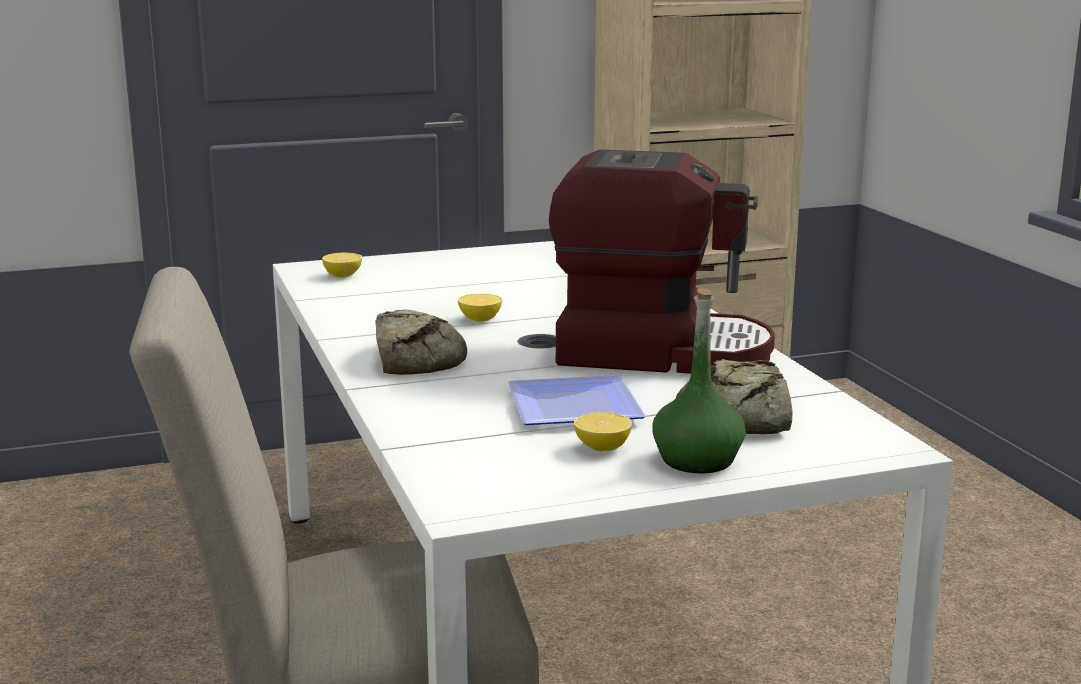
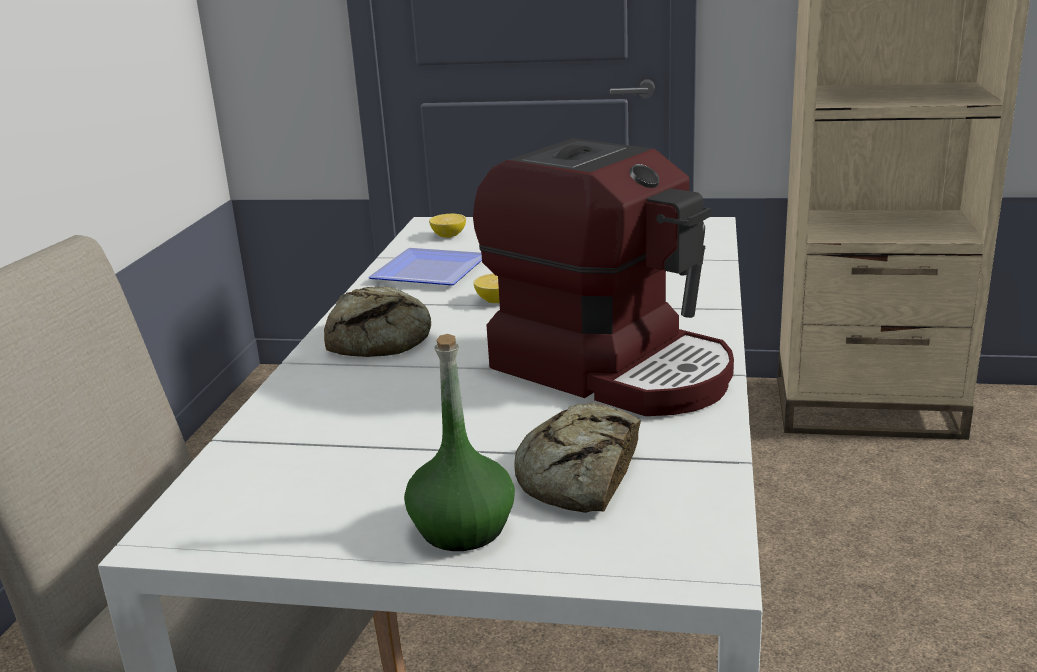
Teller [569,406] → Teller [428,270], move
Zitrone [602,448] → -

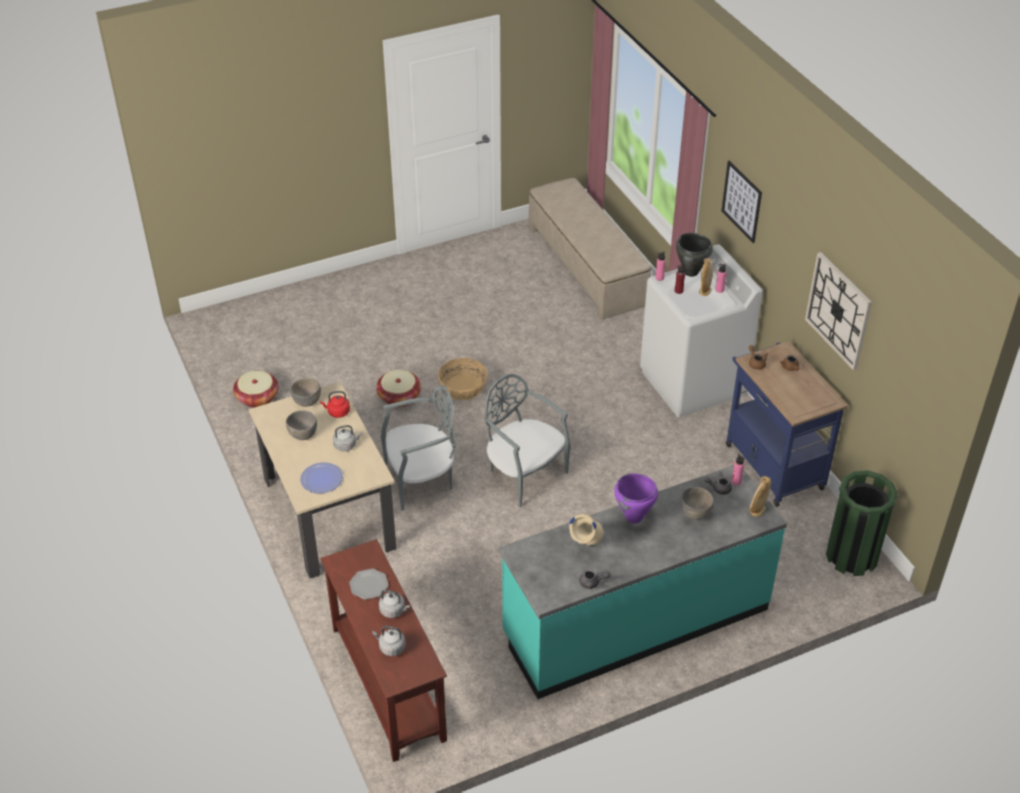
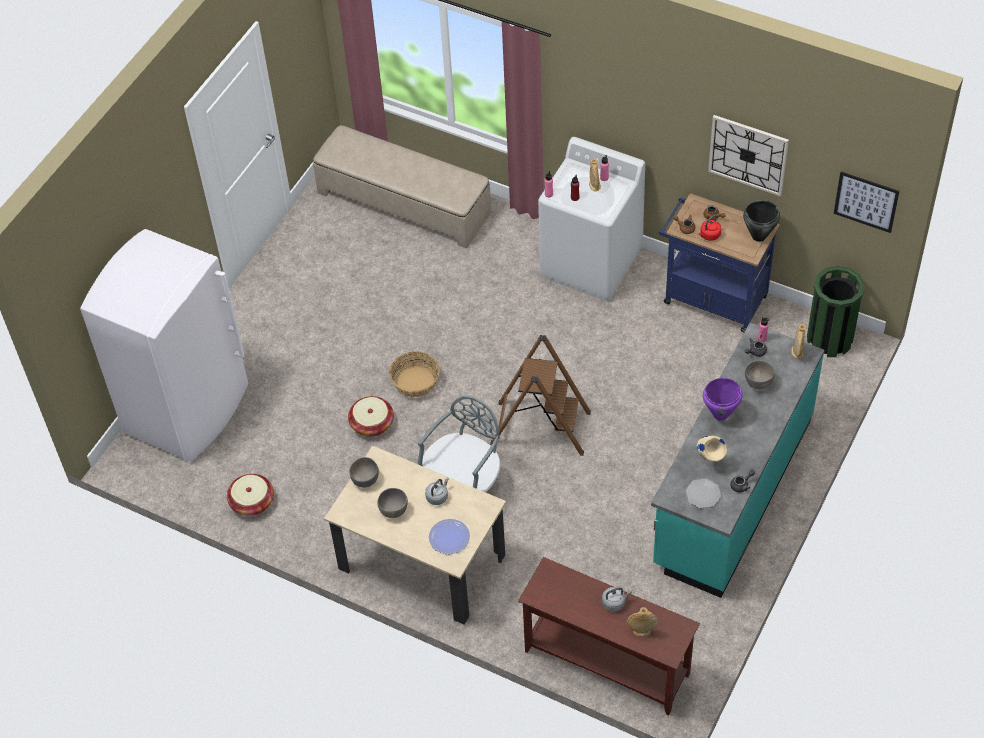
- → Kühlschrank (weiß) [188,409]
Stuhl (grau) [524,474] → Trittleiter (braun) [539,427]
Wasserkessel (grau) [391,647] → Vase (beige) [641,631]
Teller [368,585] → Teller [703,494], move
Wasserkessel (rot) [337,412] → Wasserkessel (rot) [709,235], move
Kochtopf (schwarz) [691,272] → Kochtopf (schwarz) [758,236], move
Bild [741,201] → Bild [866,201], move

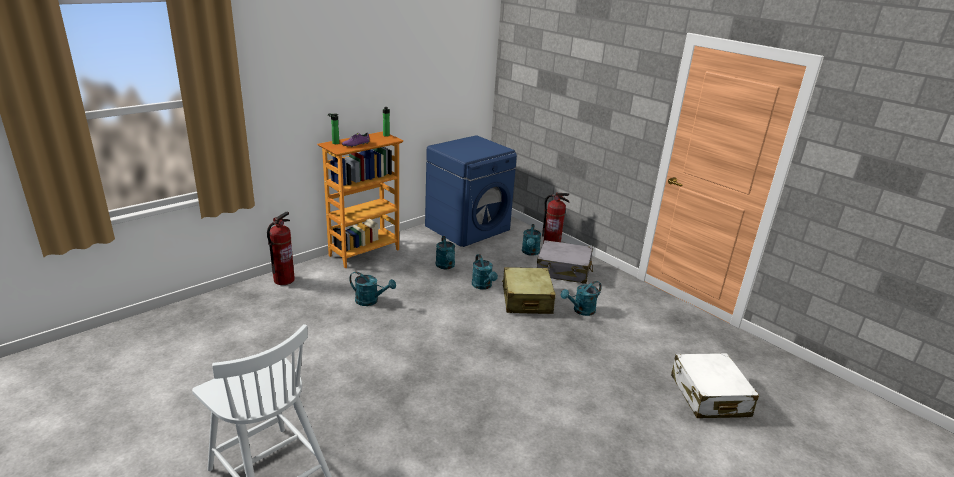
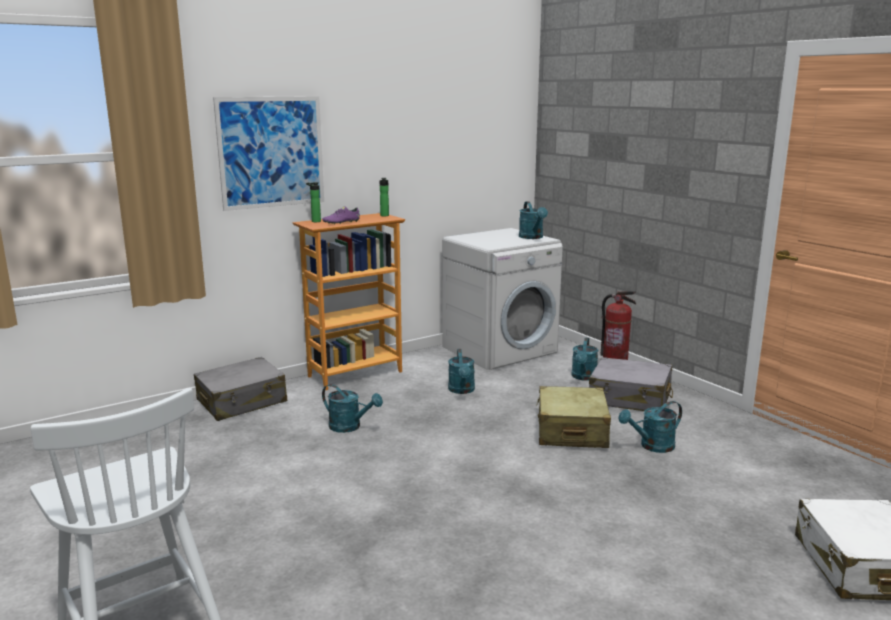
Feuerlöscher [284,280] → Koffer (grau) [242,401]
- → Bild [271,152]
Waschmaschine (blau) [469,228] → Waschmaschine (weiß) [502,350]
Gießkanne (türkis) [483,286] → Gießkanne (türkis) [532,237], move

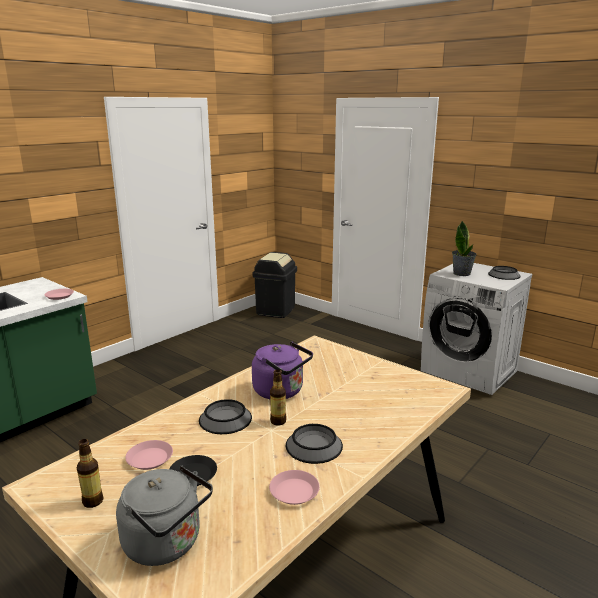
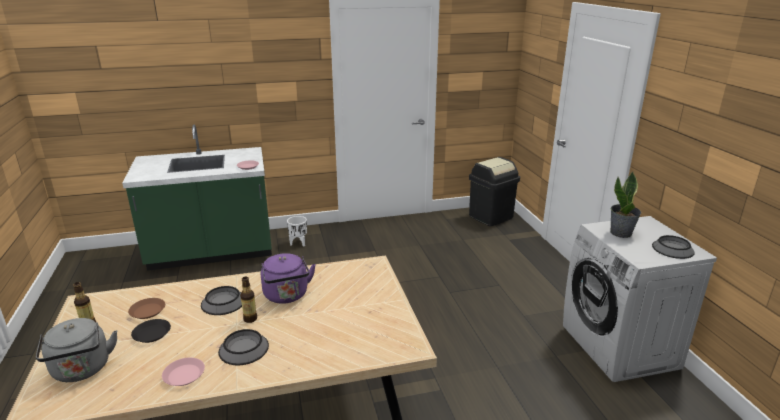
Teller (rosa) [149,459] → Teller (braun) [147,311]
- → Pflanzkübel (weiß) [298,243]

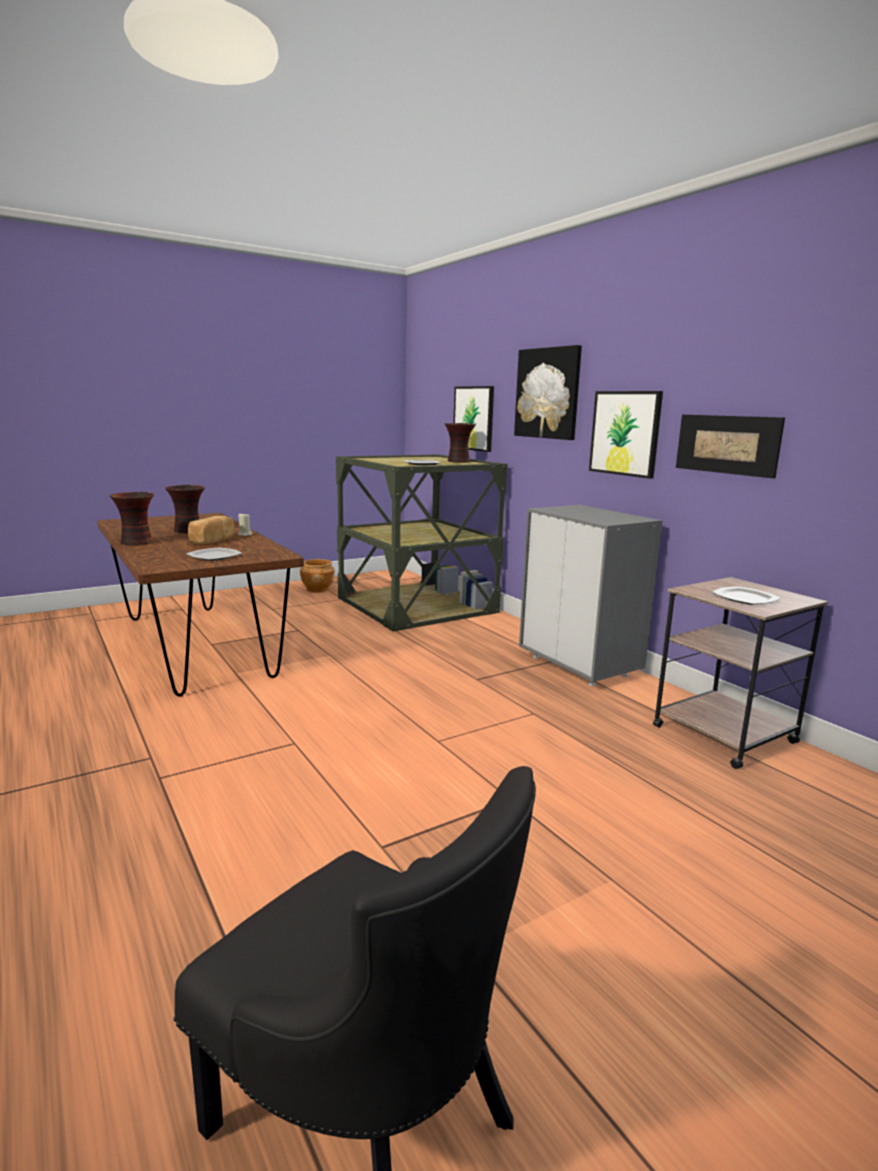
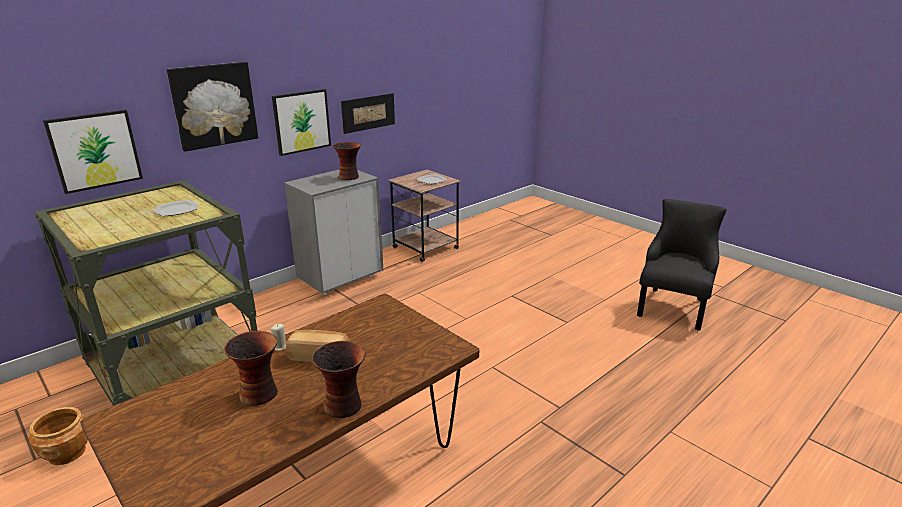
Vase [459,461] → Vase [349,177], move
Teller [214,556] → -

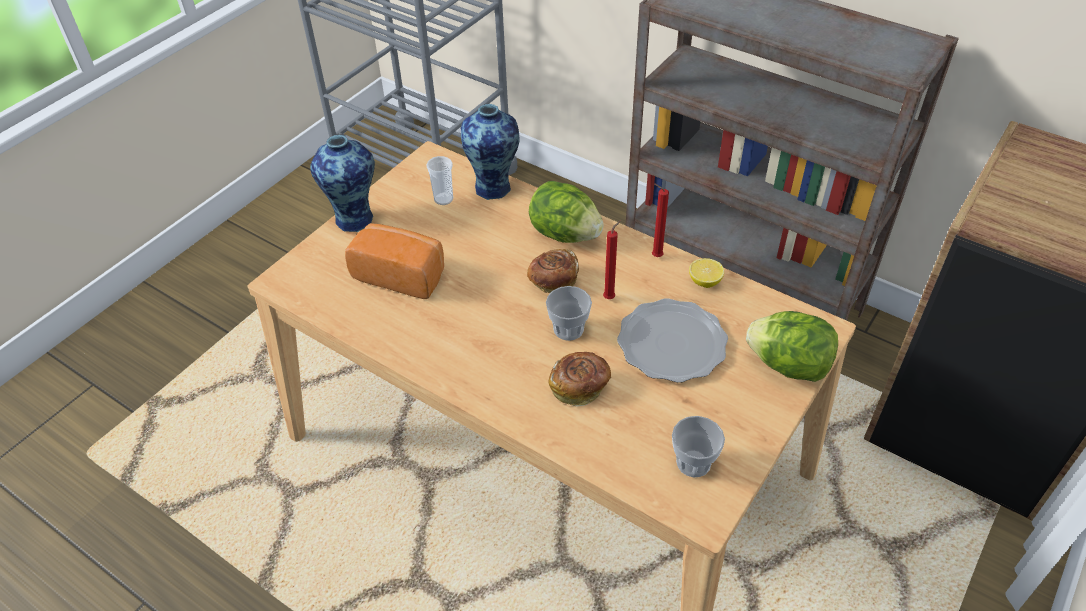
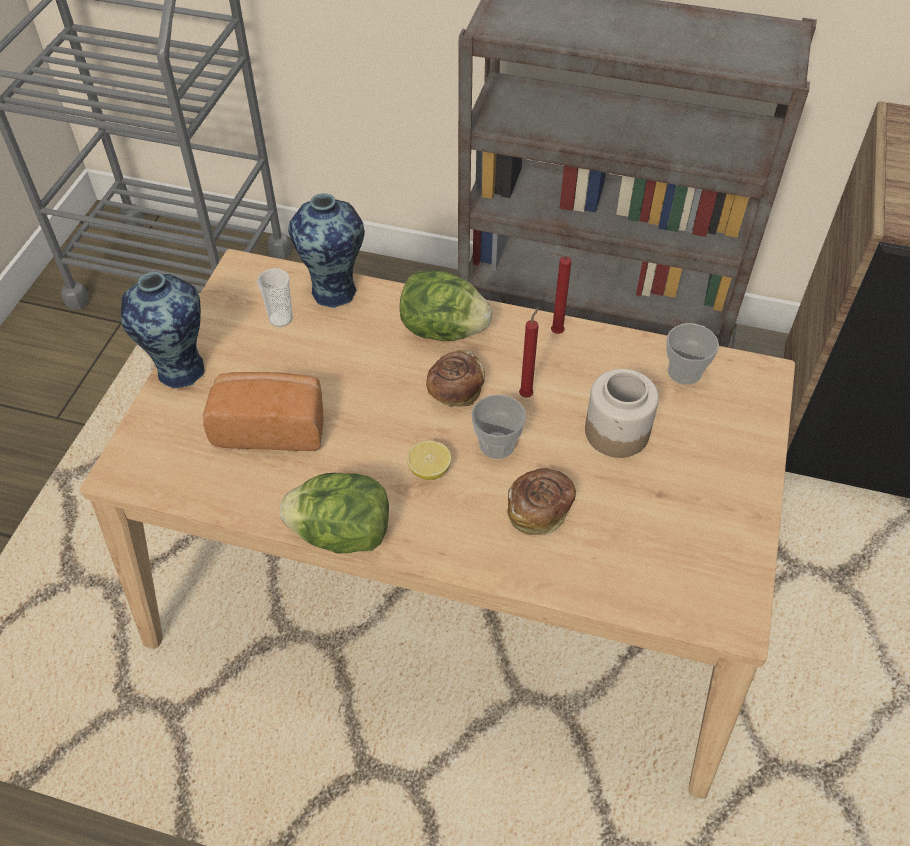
Salatkopf [788,365] → Salatkopf [342,533], move
Zitrone [704,281] → Zitrone [429,470], move
Teller [672,344] → Vorratsglas [617,432]
Tasse [693,462] → Tasse [684,372], move

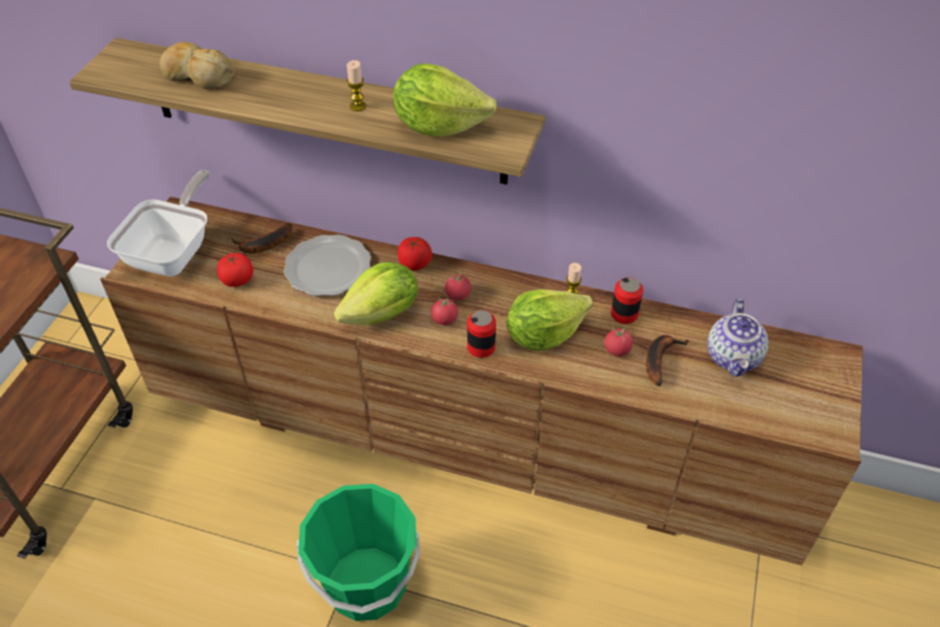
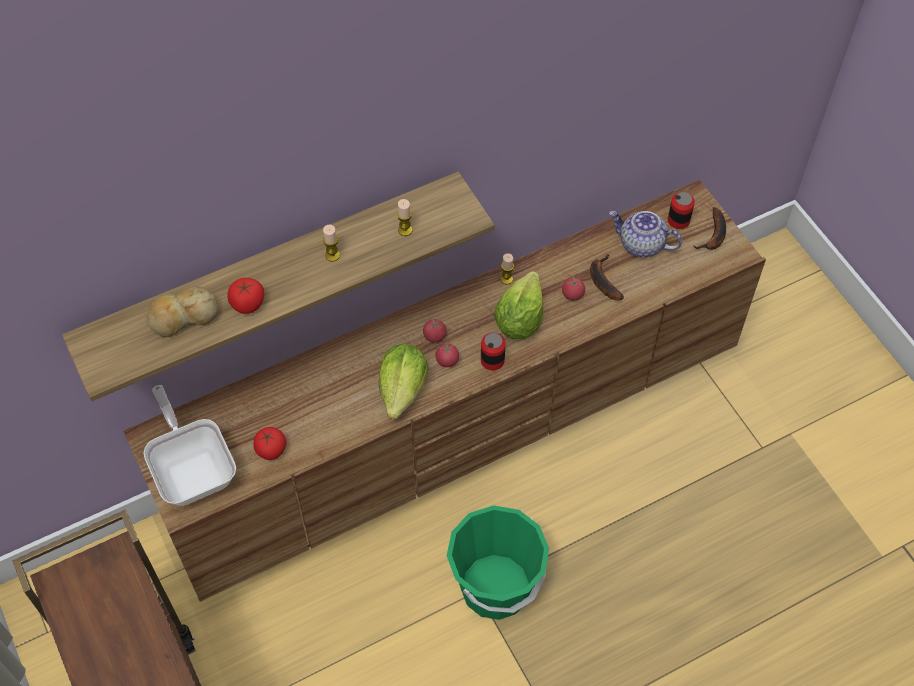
Tomate [415,264] → Tomate [248,304], move
Salatkopf [439,125] → Kerze [405,230]
Teekanne [733,357] → Teekanne [641,245], 150 degrees clockwise
Dose [624,314] → Dose [678,220], move
Banane [263,245] → Banane [714,236], move
Teller [327,268] → -

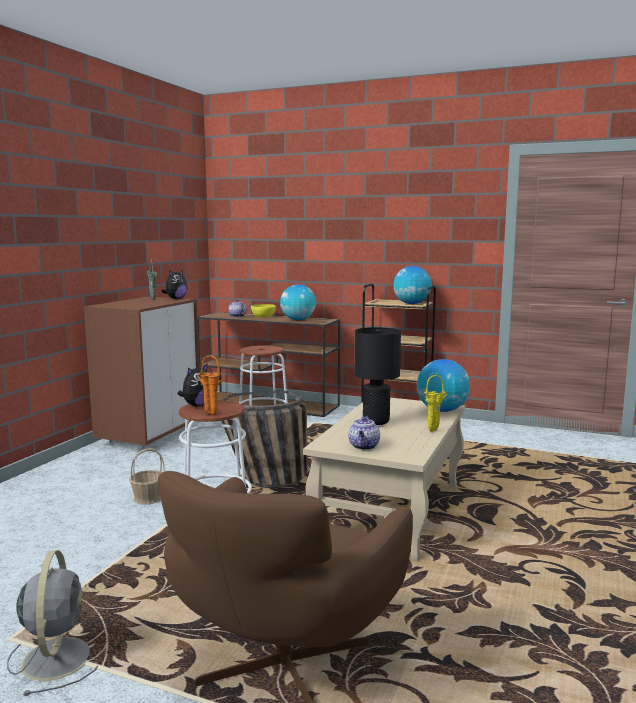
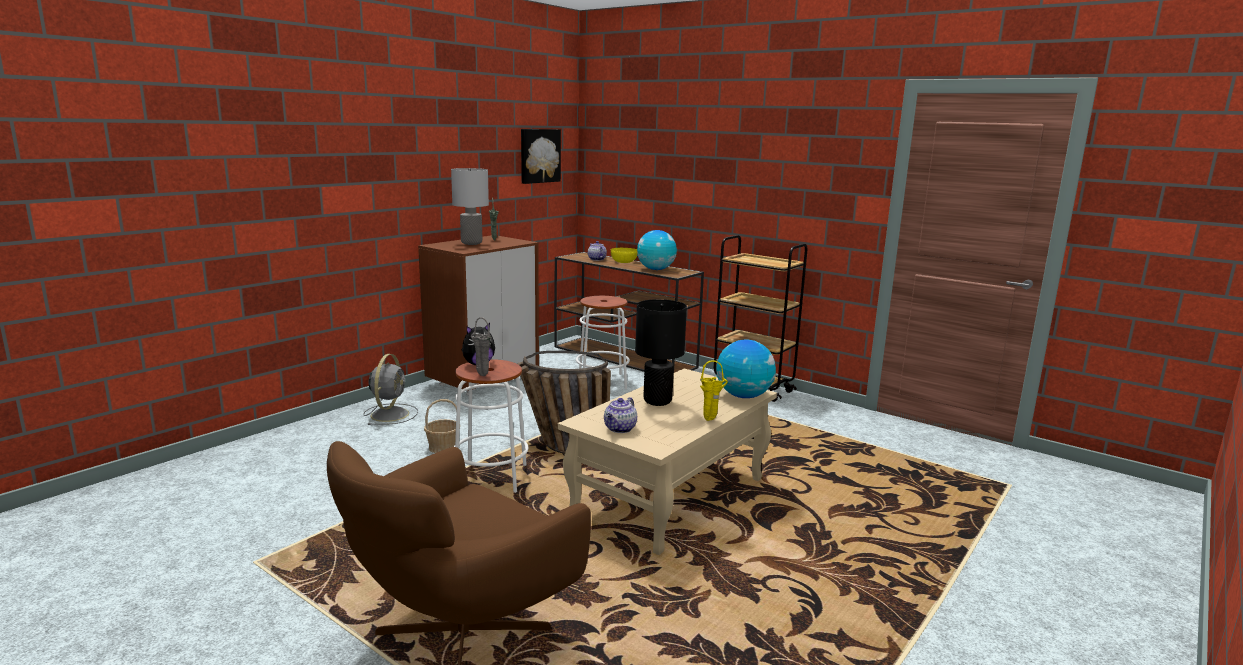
Ventilator (grau) [58,656] → Ventilator (grau) [390,414], move
- → Tischlampe (grau) [471,244]
Vase (orange) [209,414] → Vase (grau) [481,375]
- → Bild [539,155]
Plüschtier [176,299] → -
Globus [411,304] → -

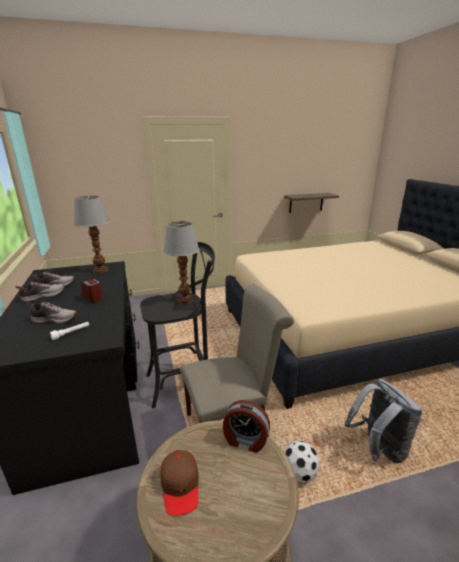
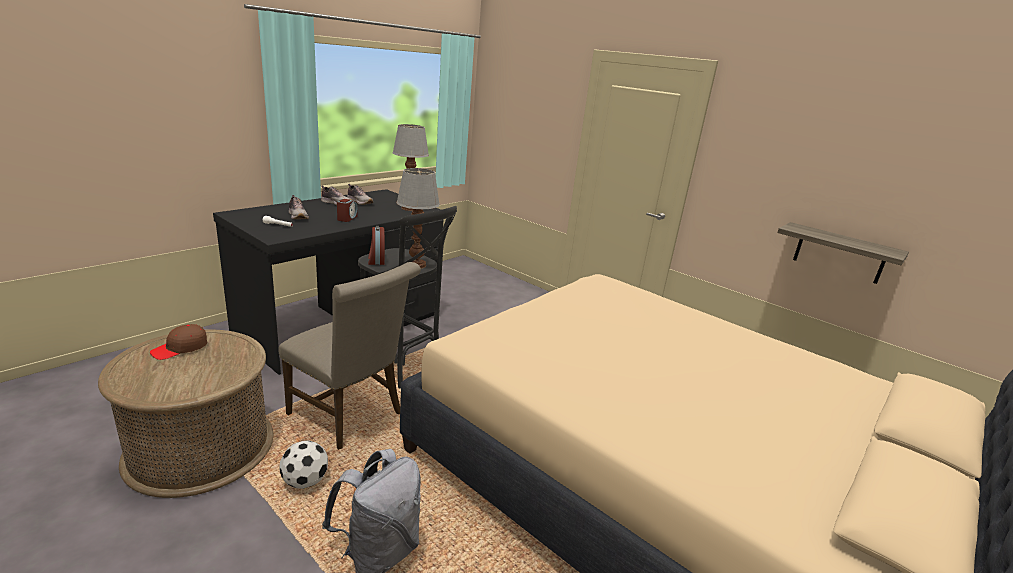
Wecker [245,440] → Wecker [376,260], move

